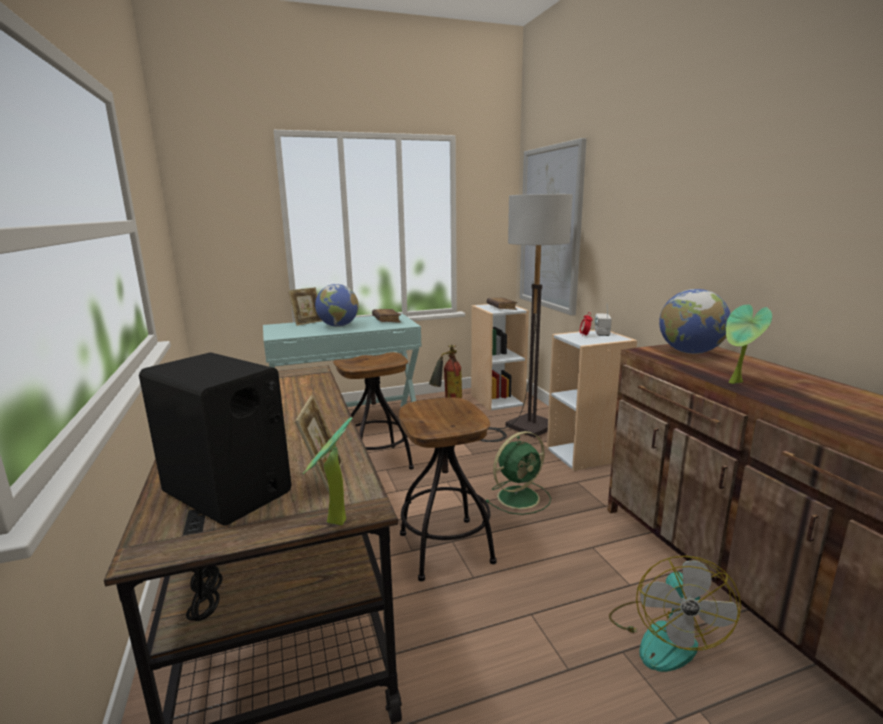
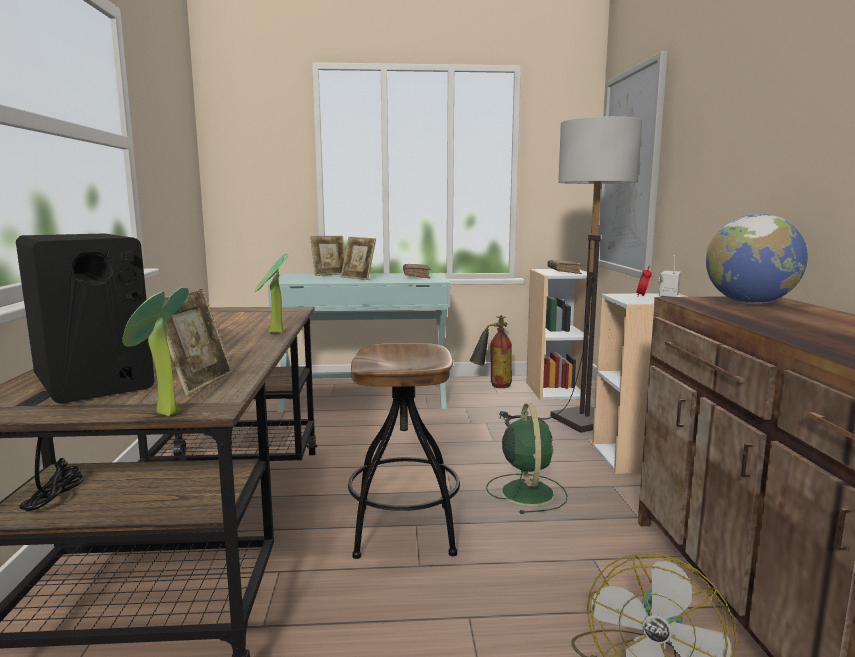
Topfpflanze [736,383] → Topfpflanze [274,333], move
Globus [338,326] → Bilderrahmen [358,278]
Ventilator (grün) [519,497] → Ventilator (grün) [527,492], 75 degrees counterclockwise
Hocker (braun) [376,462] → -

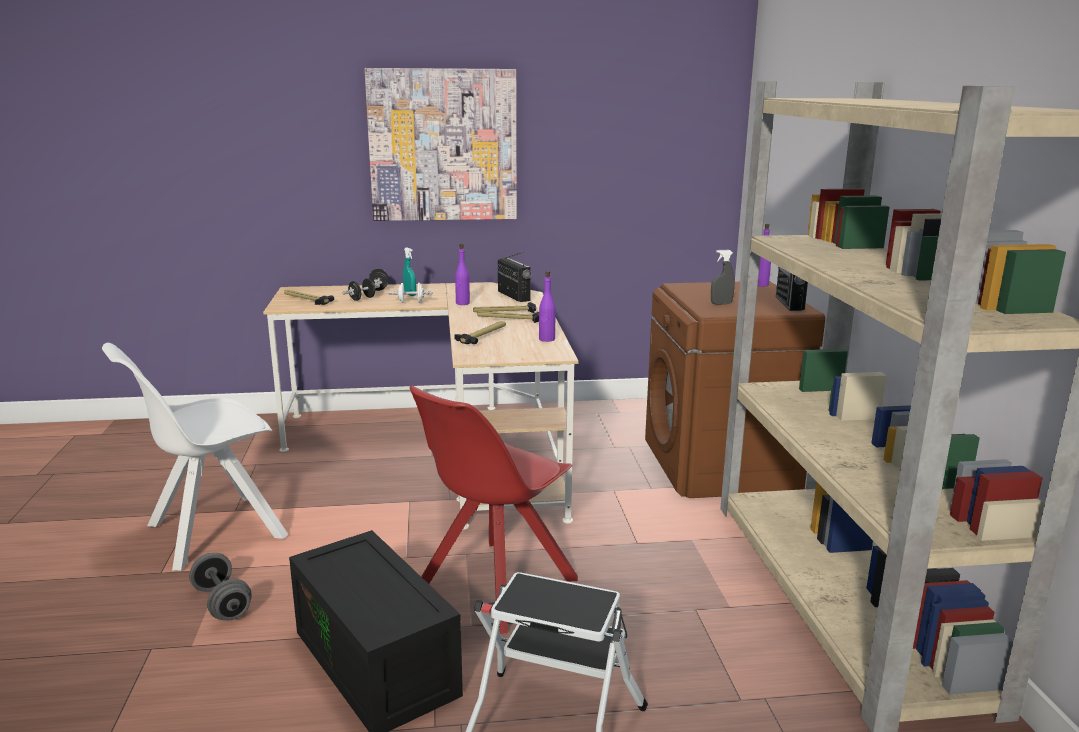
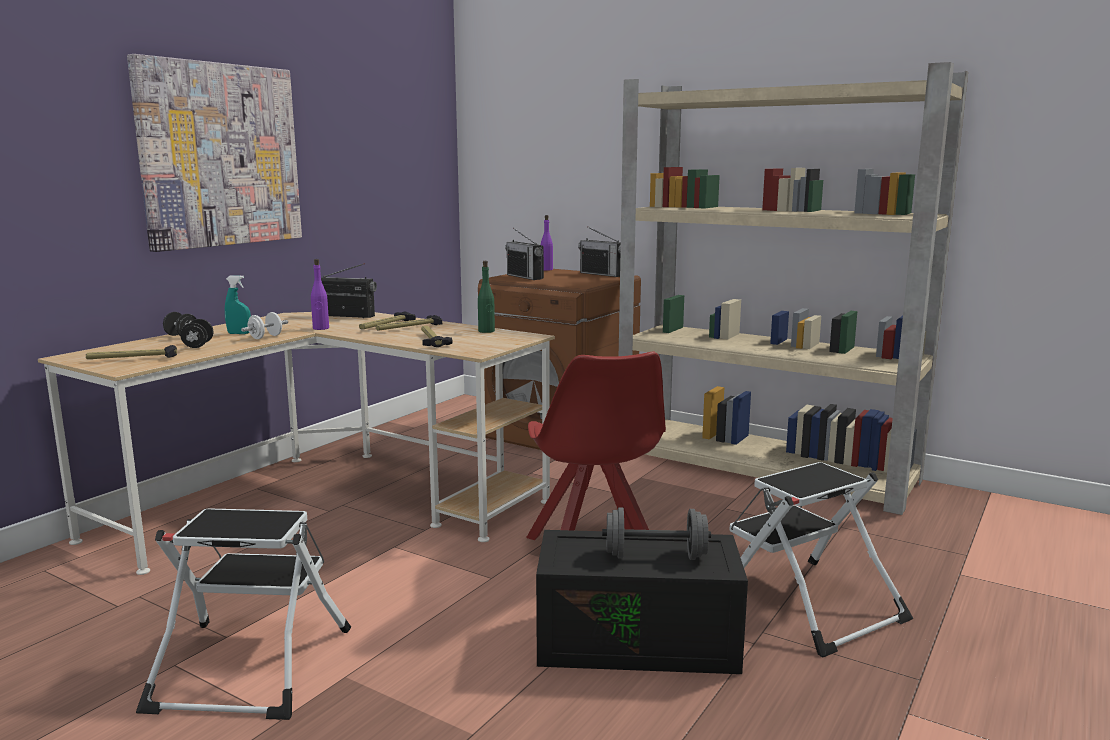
Stuhl (weiß) [212,532] → Trittleiter [249,663]
Flasche (lila) [546,339] → Flasche (grün) [486,331]
- → Radio [525,277]
Hantel (grau) [222,603] → Hantel (grau) [655,556], move
Sprühflasche (grau) [721,303] → -

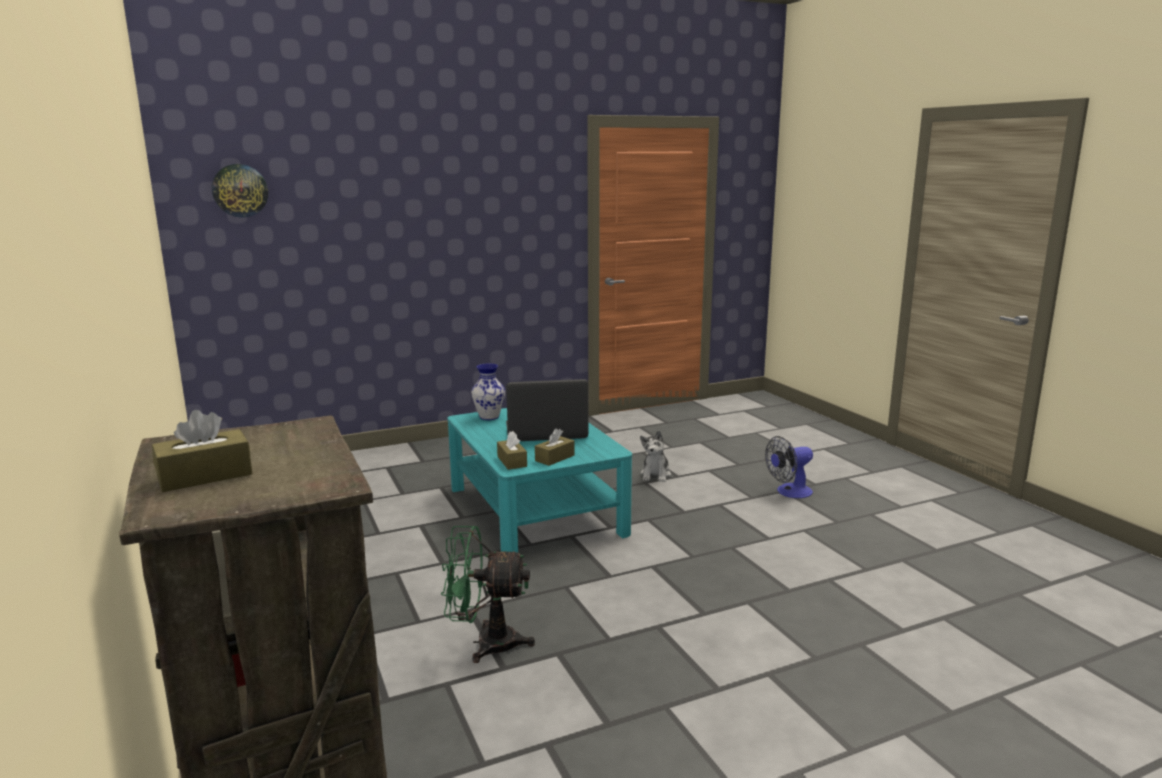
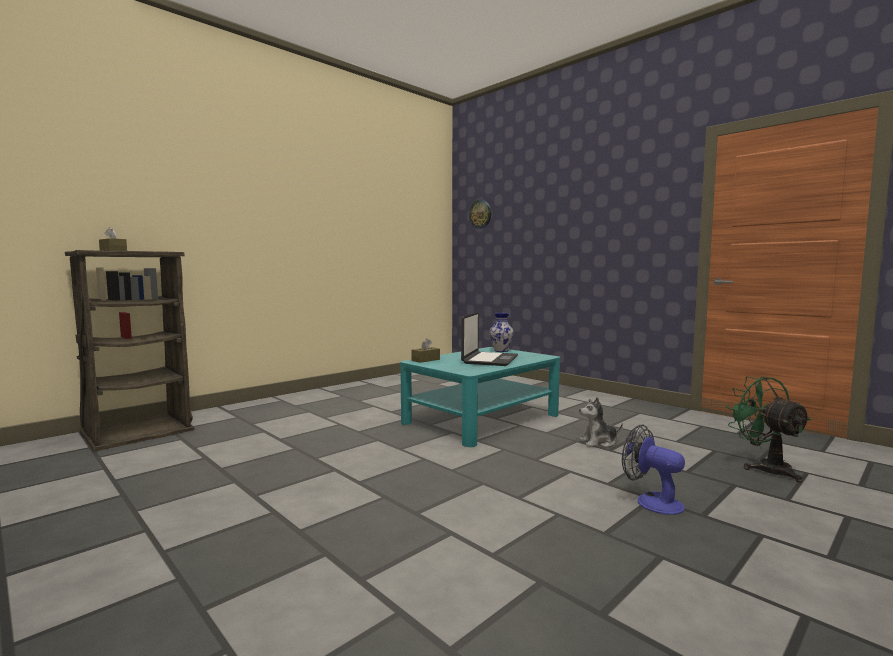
Laptop [546,432] → Laptop [489,360], 45 degrees clockwise
Ventilator (grün) [485,643] → Ventilator (grün) [765,467], move
Taschentuchbox (braun) [554,458] → -

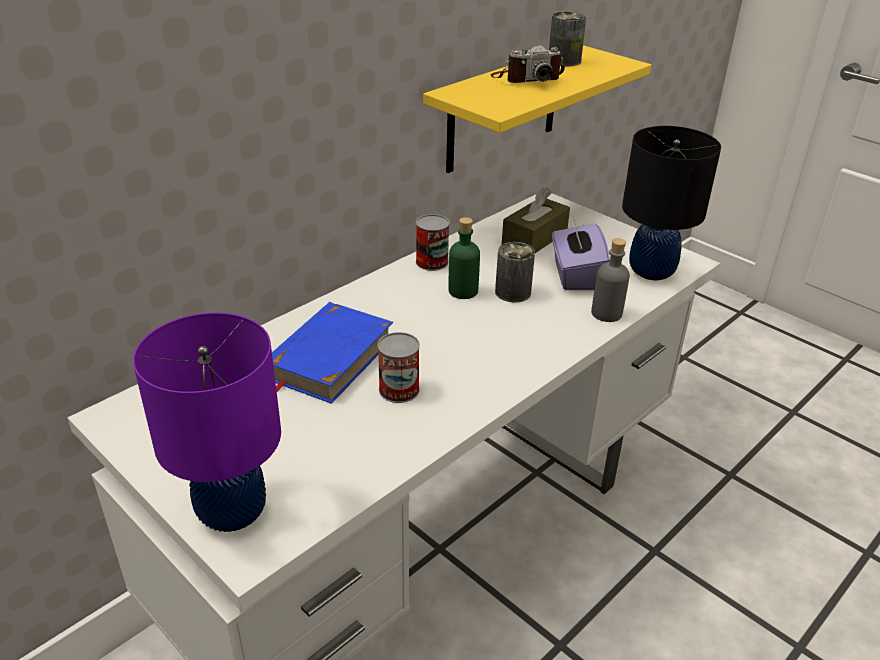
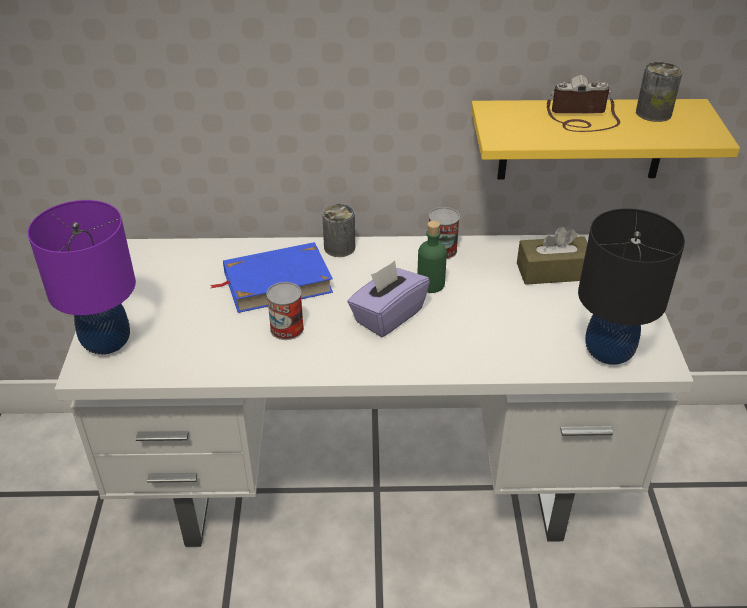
Dose [513,292] → Dose [339,247], move
Taschentuchbox (lila) [575,275] → Taschentuchbox (lila) [387,316], move
Kamera [527,78] → Kamera [582,118], 150 degrees clockwise
Flasche (grau) [606,313] → -

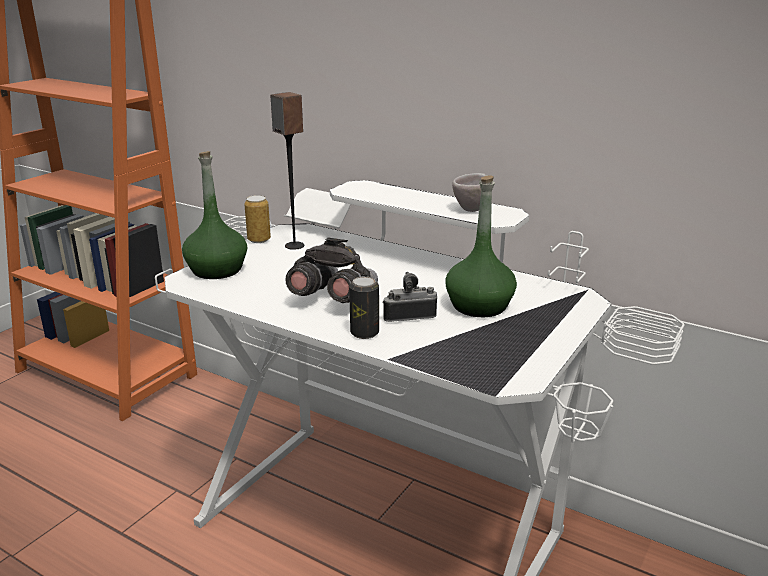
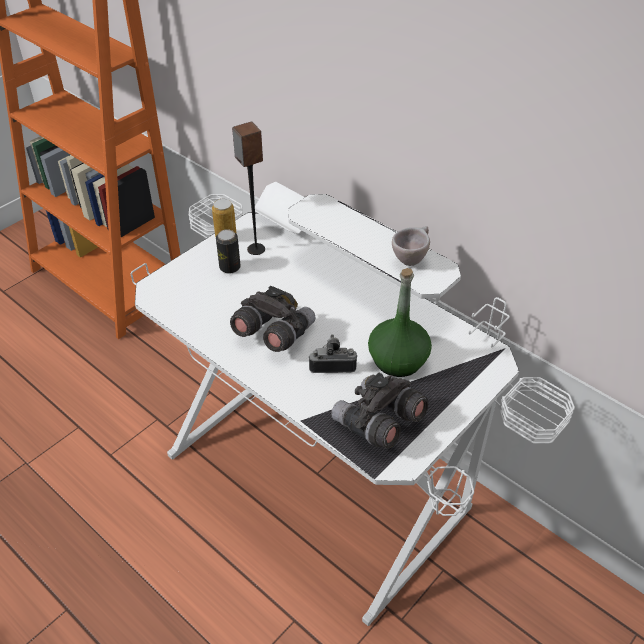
Dose [364,333] → Dose [230,267], move
- → Fernglas (grau) [378,423]
Flasche (grün) [216,270] → -

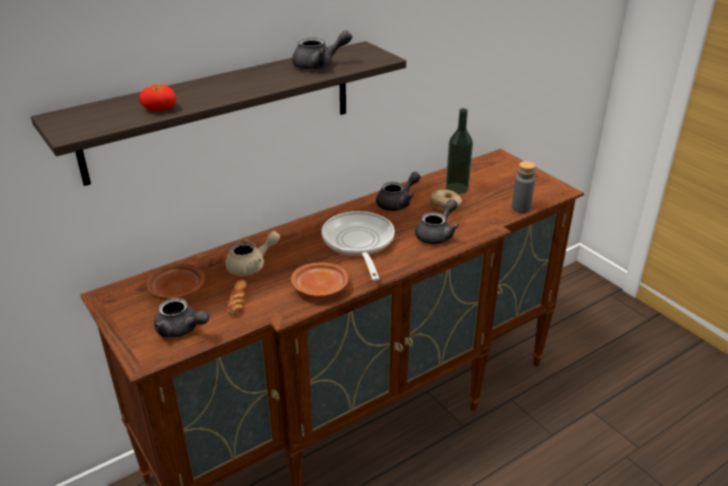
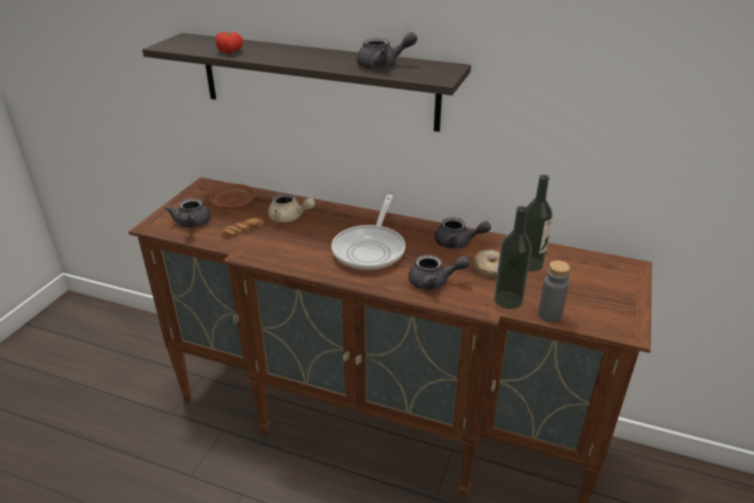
Pfanne [358,244] → Pfanne [371,249], 150 degrees clockwise
Teekanne (grau) [319,65] → Teekanne (grau) [383,65], 45 degrees counterclockwise
- → Flasche [508,300]
Teller (braun) [321,288] → -

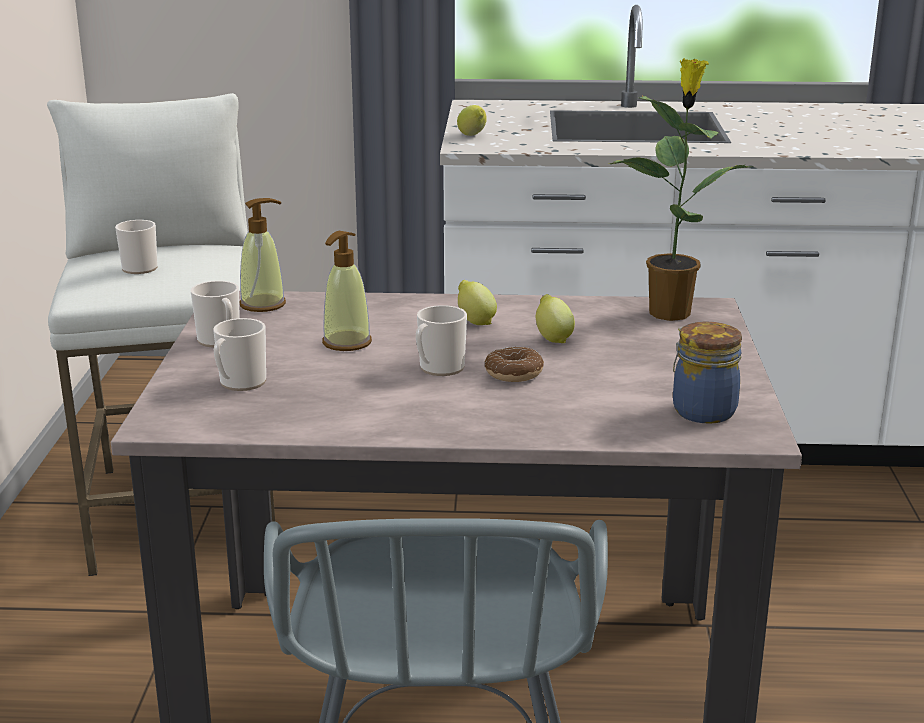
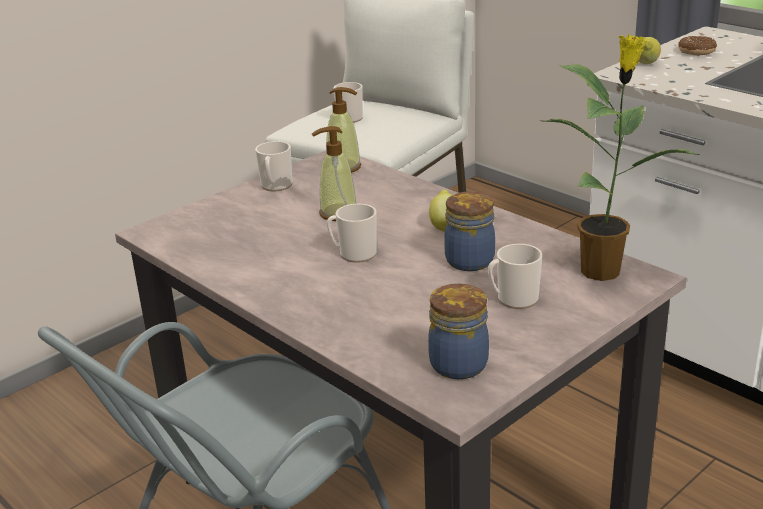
Zitrone [553,338] → Vorratsglas [470,260]
Henkelbecher [239,383] → Henkelbecher [513,299], move
Donut [514,373] → Donut [696,51], move

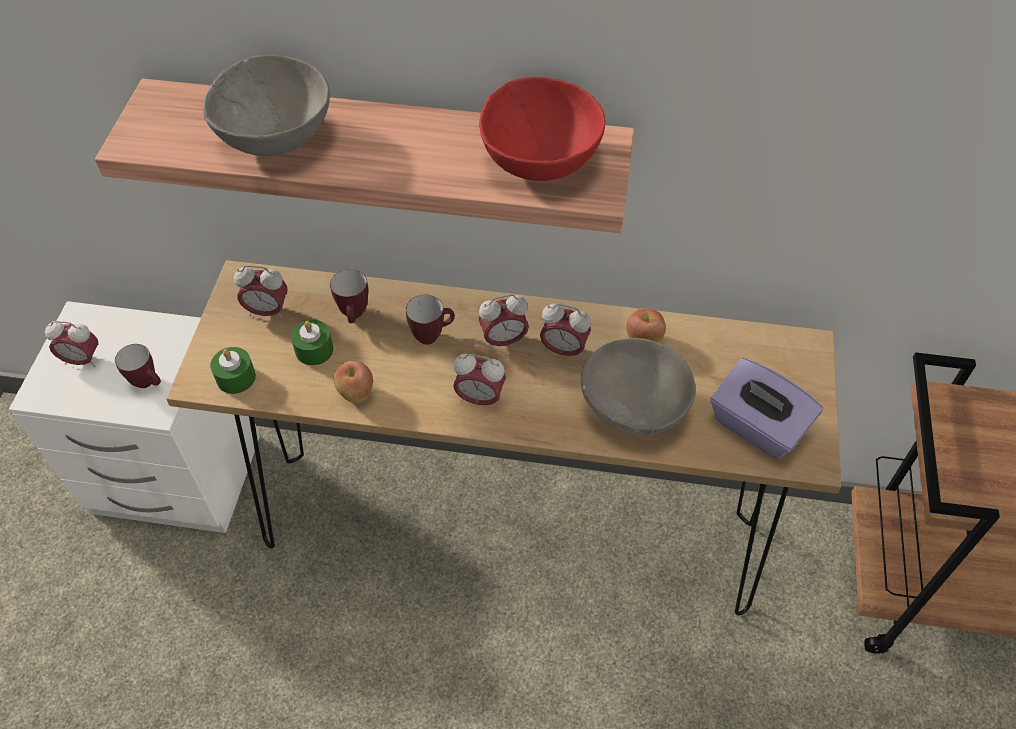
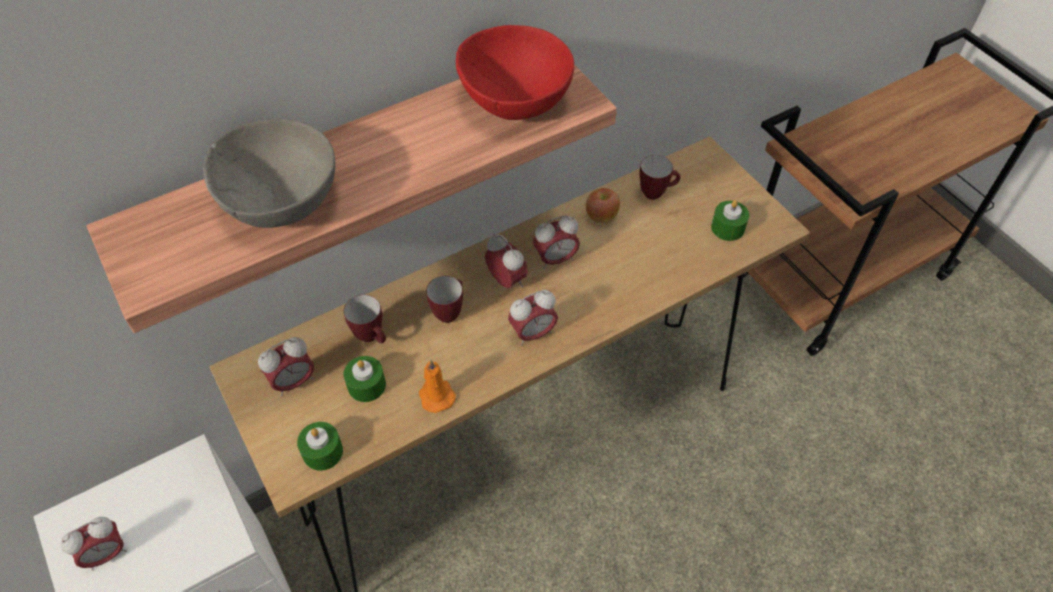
Apfel [356,393] → Kerze (orange) [436,395]
Wecker [503,340] → Wecker [506,280], 75 degrees counterclockwise
Henkelbecher [148,383] → Henkelbecher [656,193], move
Taschentuchbox (lila) [756,426] → Kerze (grün) [727,228]
Schüssel (grau) [635,408] → -

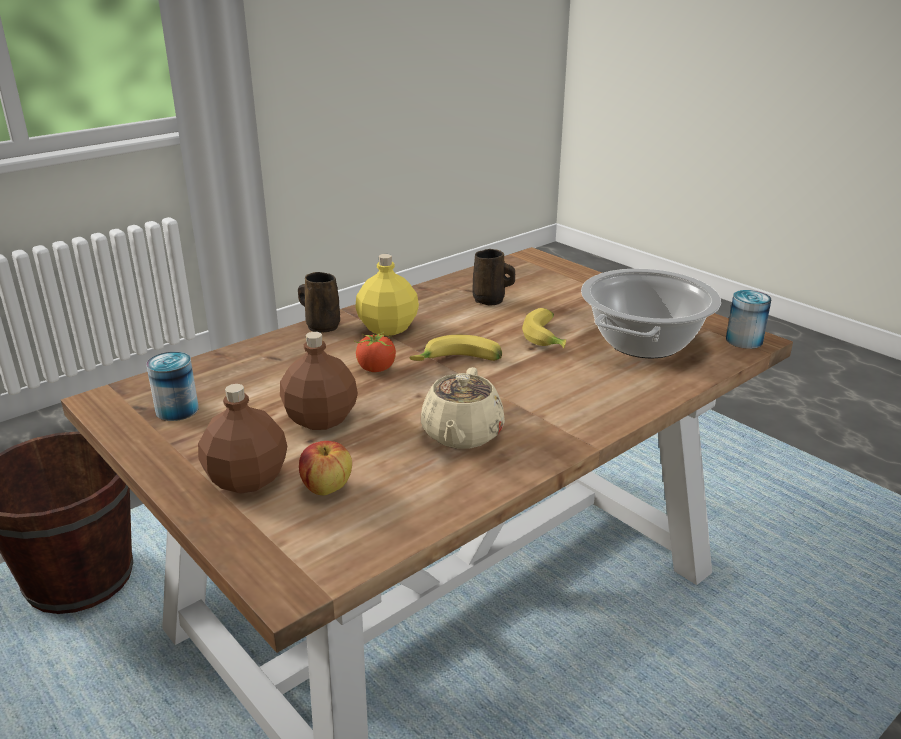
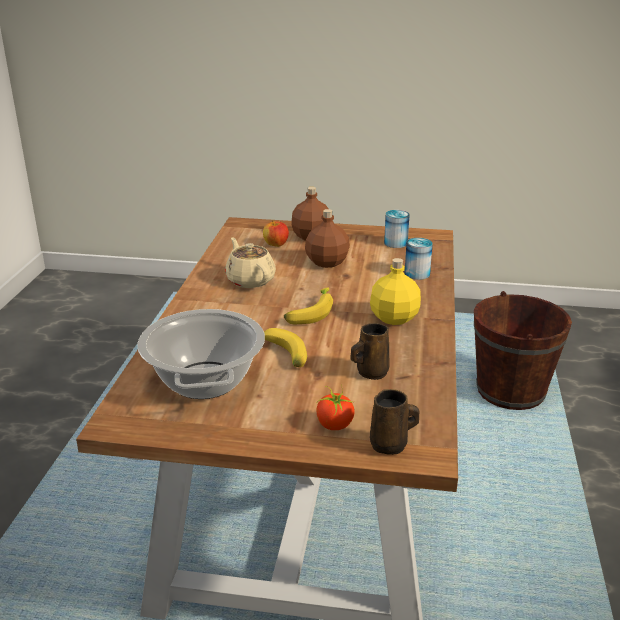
Tomate [376,369] → Tomate [334,425], move
Henkelbecher (braun) [321,326] → Henkelbecher (braun) [390,445], move
Dose [744,340] → Dose [417,274], move

